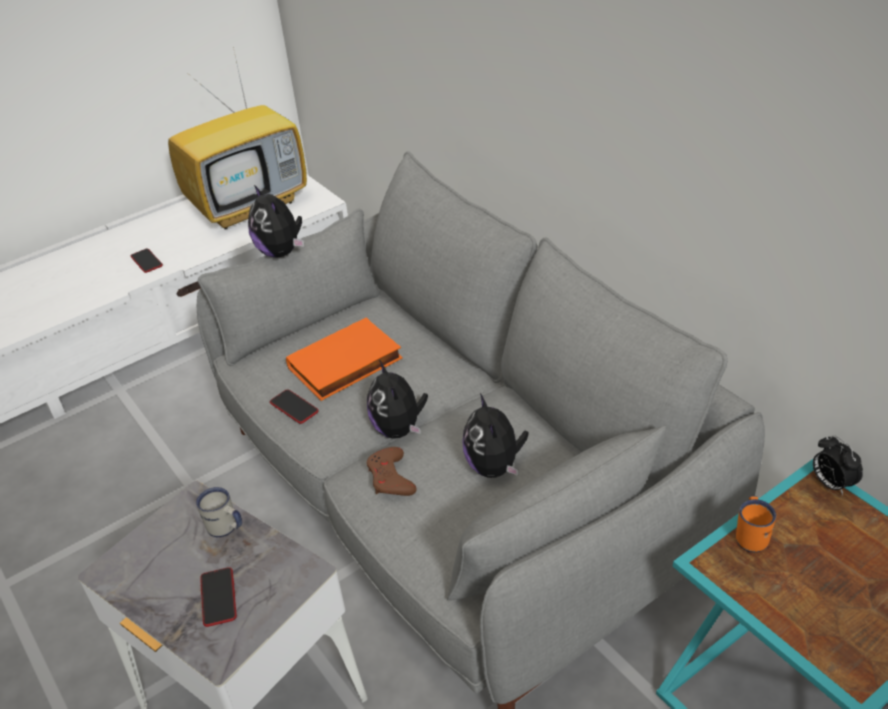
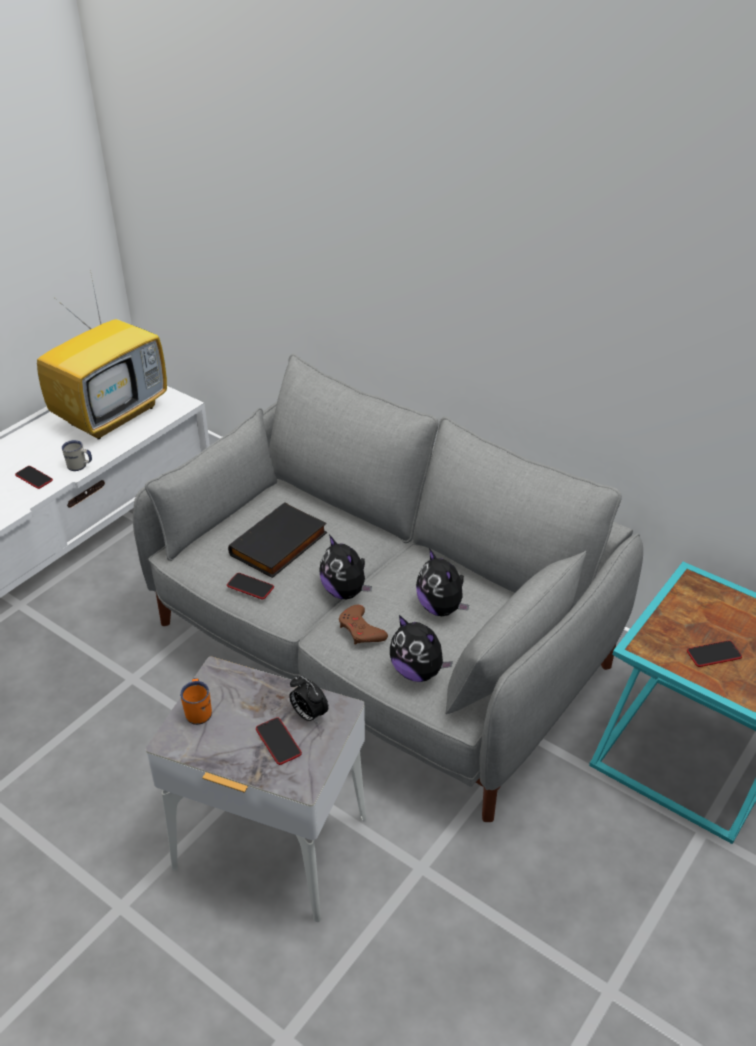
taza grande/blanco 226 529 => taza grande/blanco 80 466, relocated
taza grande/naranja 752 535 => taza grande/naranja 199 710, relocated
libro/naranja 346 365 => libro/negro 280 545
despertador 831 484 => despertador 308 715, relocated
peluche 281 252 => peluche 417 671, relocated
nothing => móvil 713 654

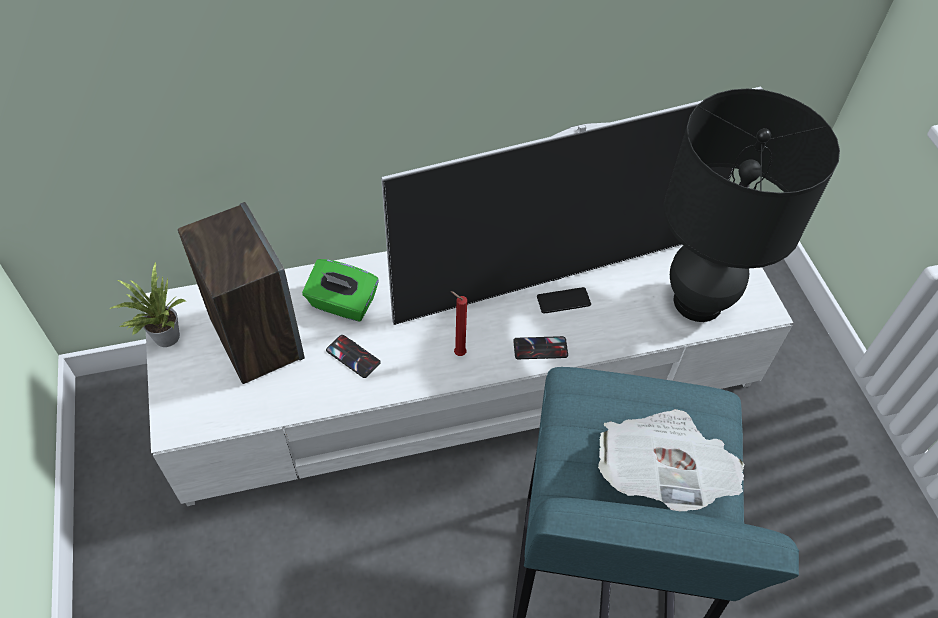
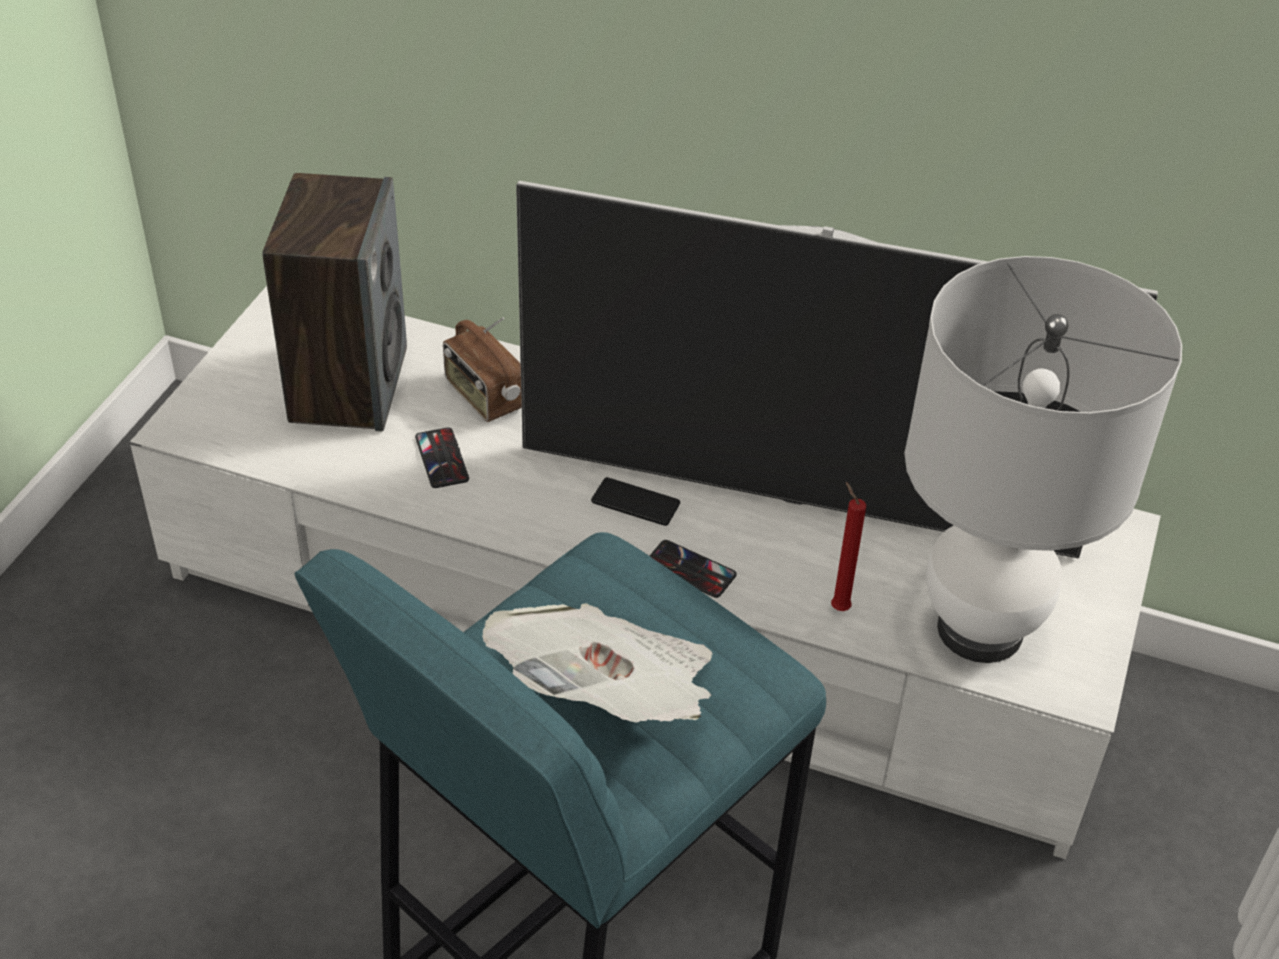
caja de pañuelos/verde 342 304 => radio 484 397
móvil 563 301 => móvil 635 503, relocated
vela/rojo 458 353 => vela/rojo 837 607, relocated
lámpara de mesa/negro 697 302 => lámpara de mesa/blanco 979 630
planta en maceta 163 337 => nothing

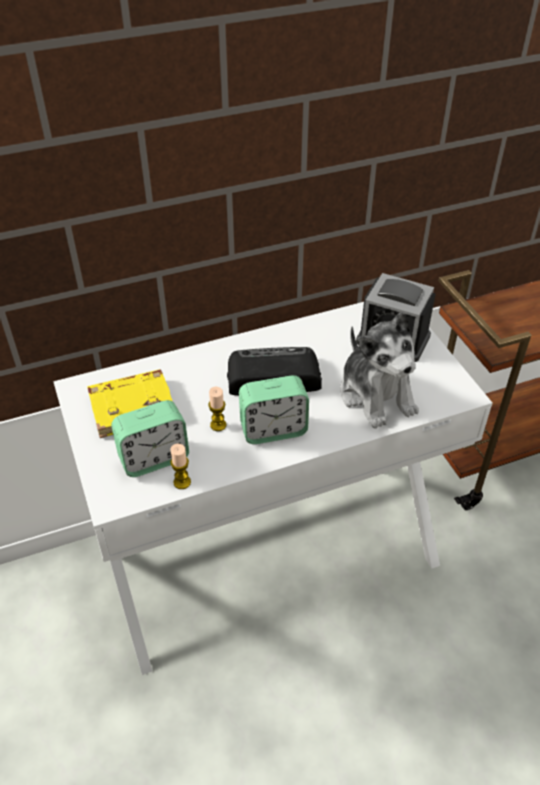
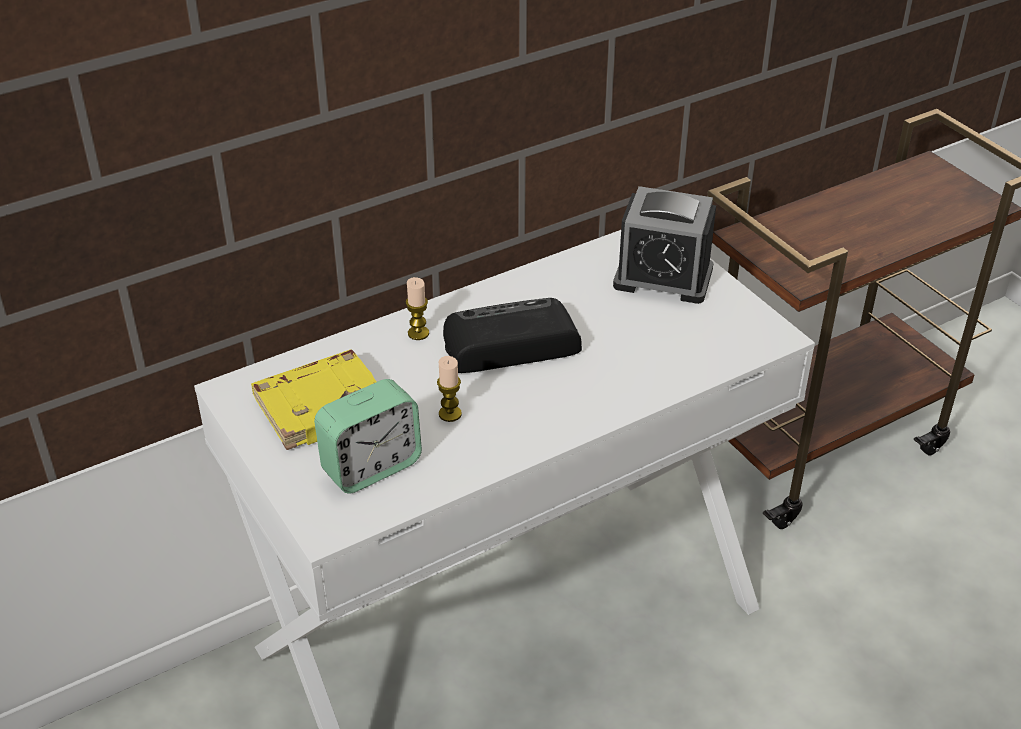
vela 182 482 => vela 418 333, relocated
despertador 273 430 => nothing
peluche 376 395 => nothing

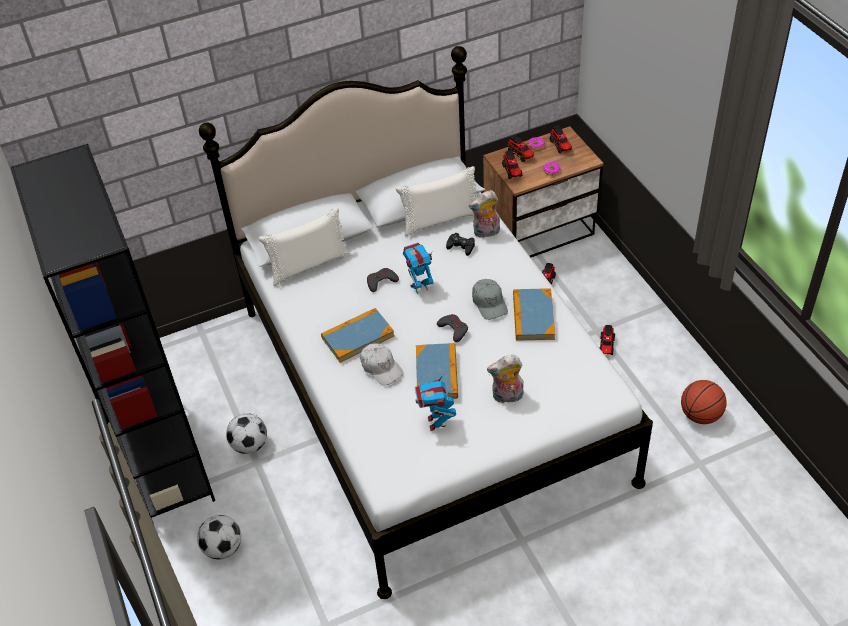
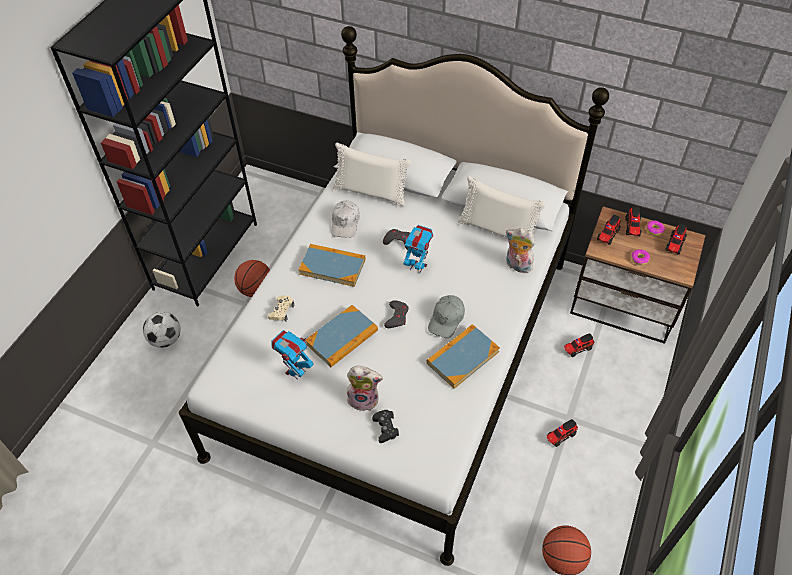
balón de fútbol 250 445 => balón de baloncesto 256 289
nothing => mando de consola/beis 281 311
gorra/blanco 381 367 => gorra/blanco 345 223, relocated
peluche 507 397 => peluche 364 399, 150 degrees clockwise
mando de consola/negro 461 246 => mando de consola/negro 385 428, relocated

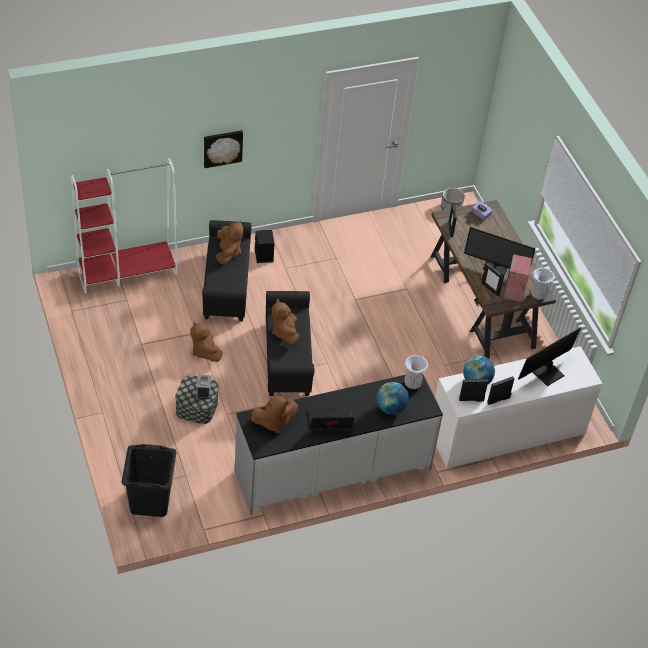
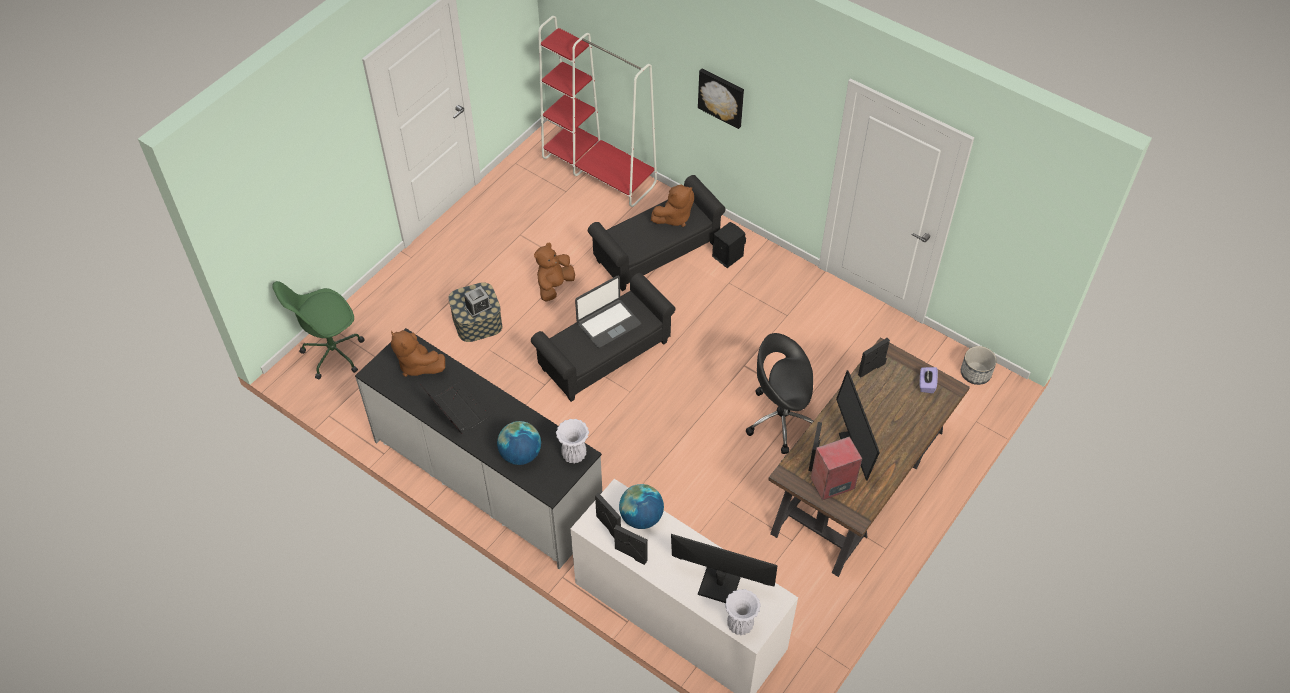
cesto de la ropa/negro 150 501 => silla de oficina/verde 332 354
peluche/marrón 285 332 => portátil 608 323
florero/blanco 538 295 => florero/blanco 739 625, relocated
nothing => silla de oficina/negro 779 419

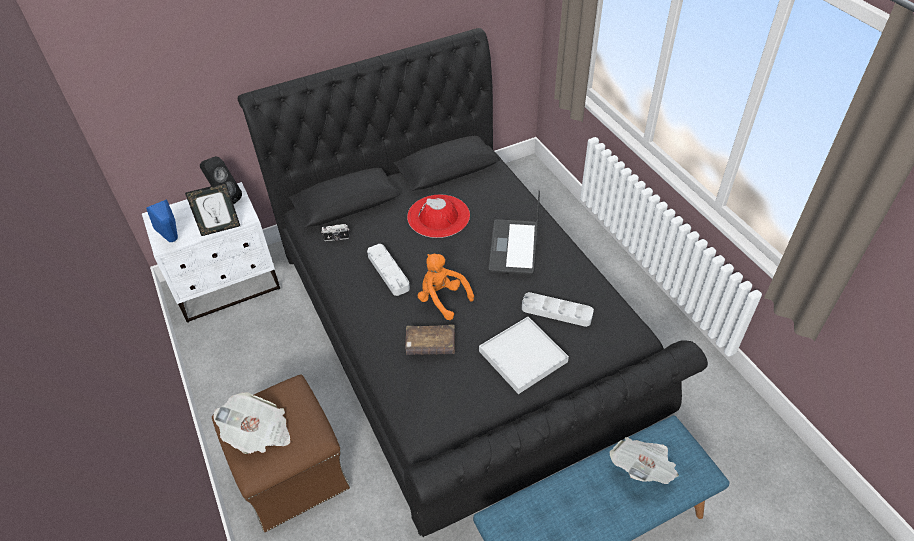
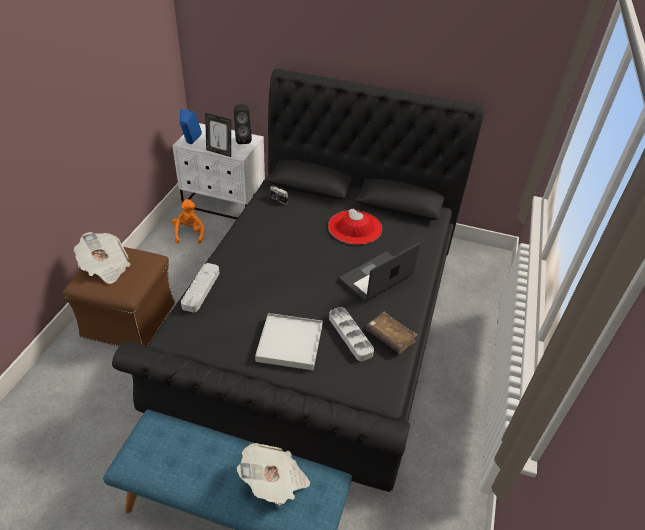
peluche/naranja 442 299 => peluche/naranja 189 233, relocated
bandeja/gris 388 272 => bandeja/gris 201 289, relocated
libro/marrón 430 345 => libro/marrón 390 337, relocated

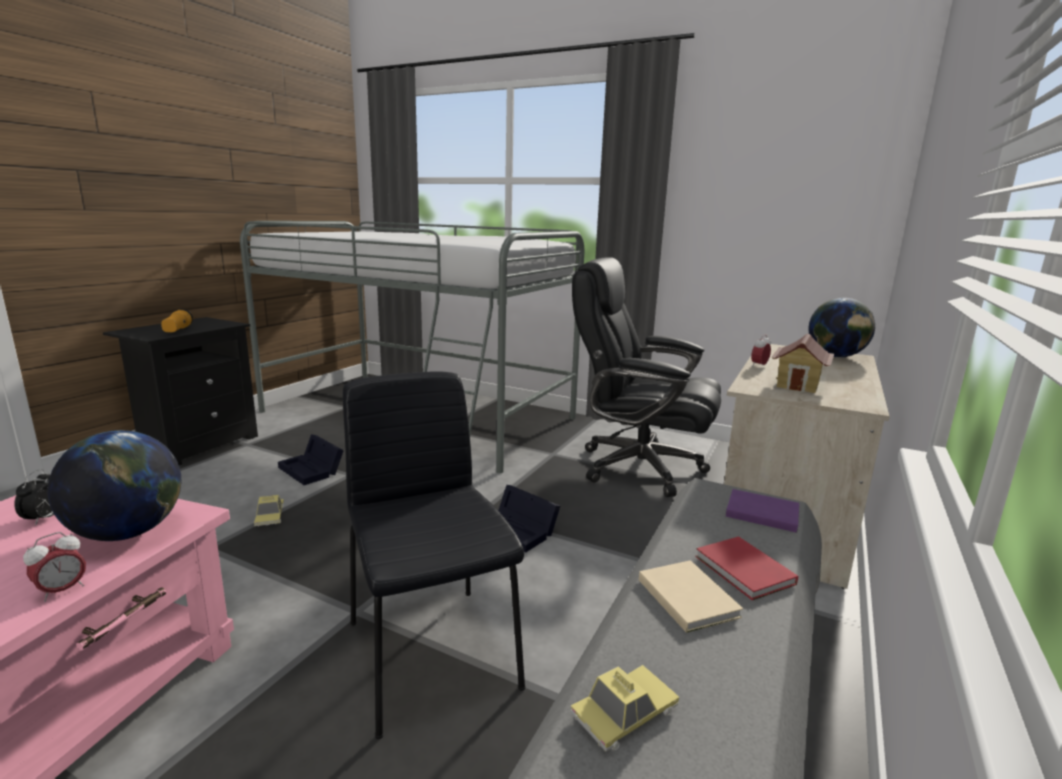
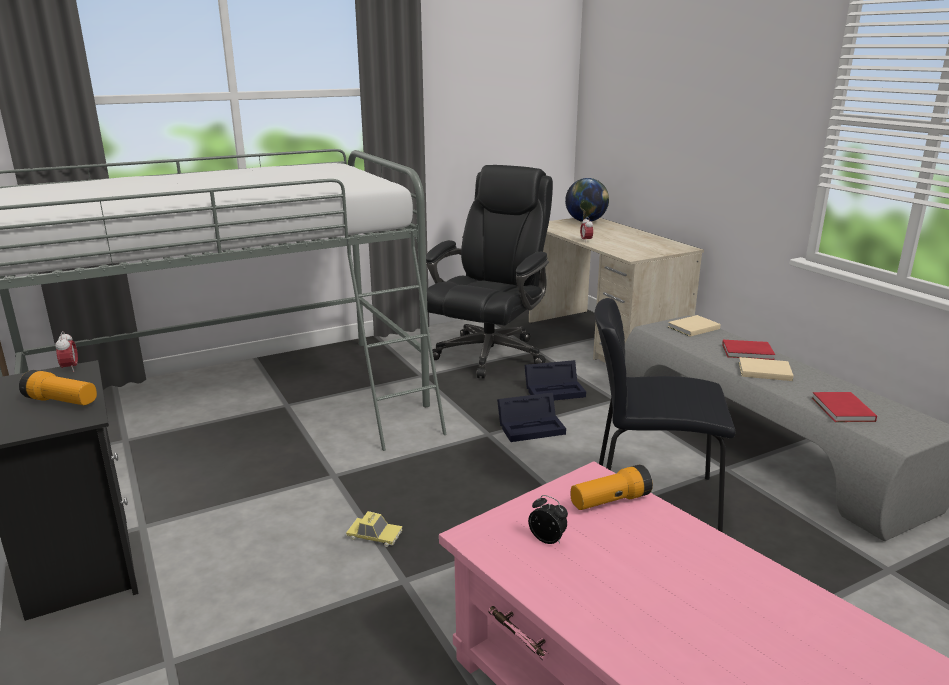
despertador 62 591 => despertador 70 368, relocated
silla de oficina/negro 640 467 => silla de oficina/negro 489 355, 150 degrees clockwise
caja de almacenaje/negro 312 470 => caja de almacenaje/negro 555 390, relocated
globo terráqueo 128 533 => linterna 609 501
libro/morado 760 512 => libro/beis 692 328
coche de juguete 624 714 => libro/rojo 842 410
casita 798 385 => nothing

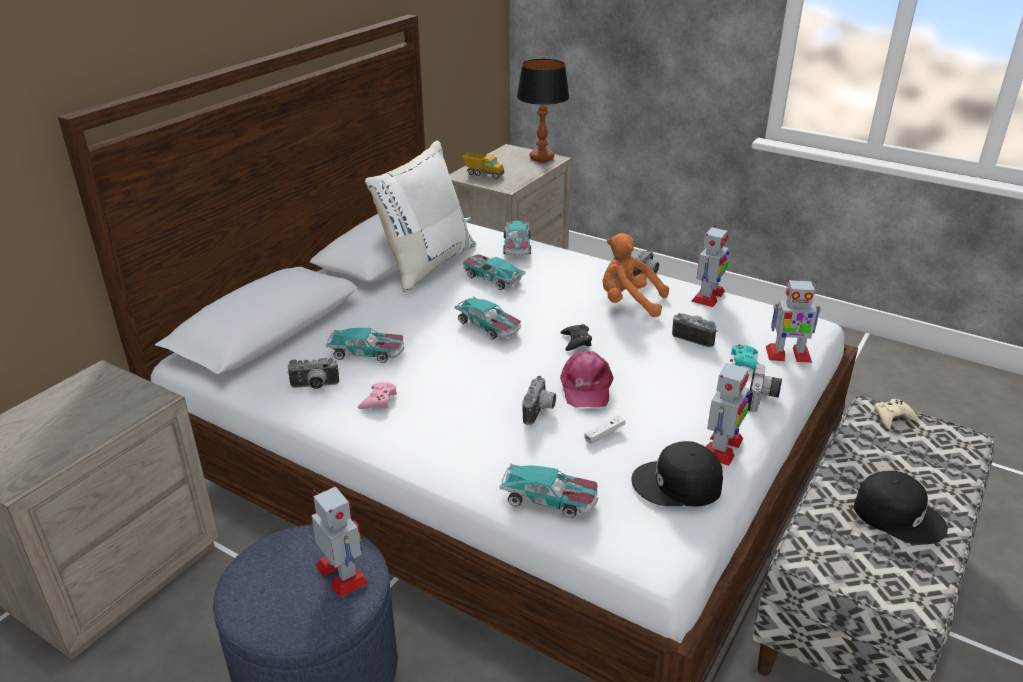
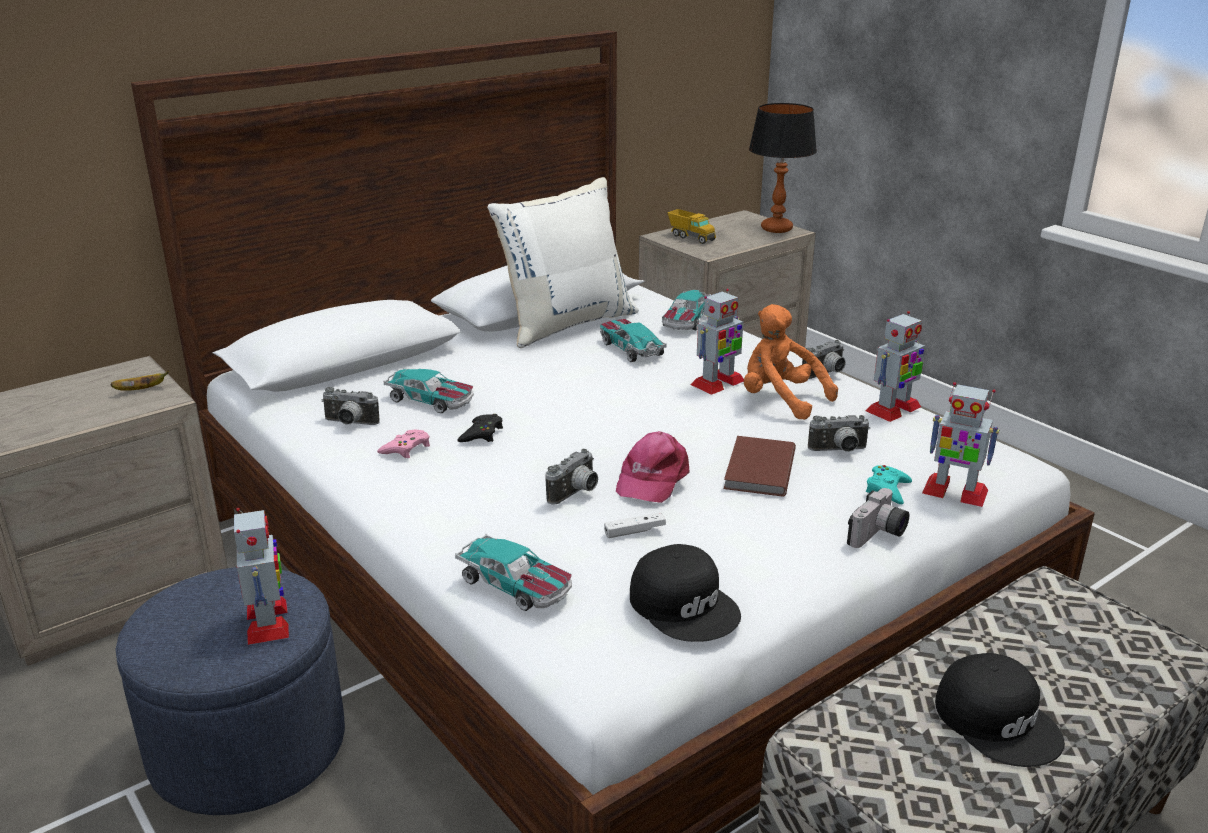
nothing => plátano 141 389
mando de consola/negro 576 341 => mando de consola/negro 481 434, relocated
gorra/negro 678 484 => gorra/negro 685 605, 150 degrees counterclockwise
robot de juguete 722 448 => robot de juguete 717 383, relocated
nothing => libro/marrón 757 470
cámara 694 337 => cámara 839 451, 120 degrees clockwise
coche de juguete 489 326 => nothing
mando de consola/beis 892 417 => nothing

